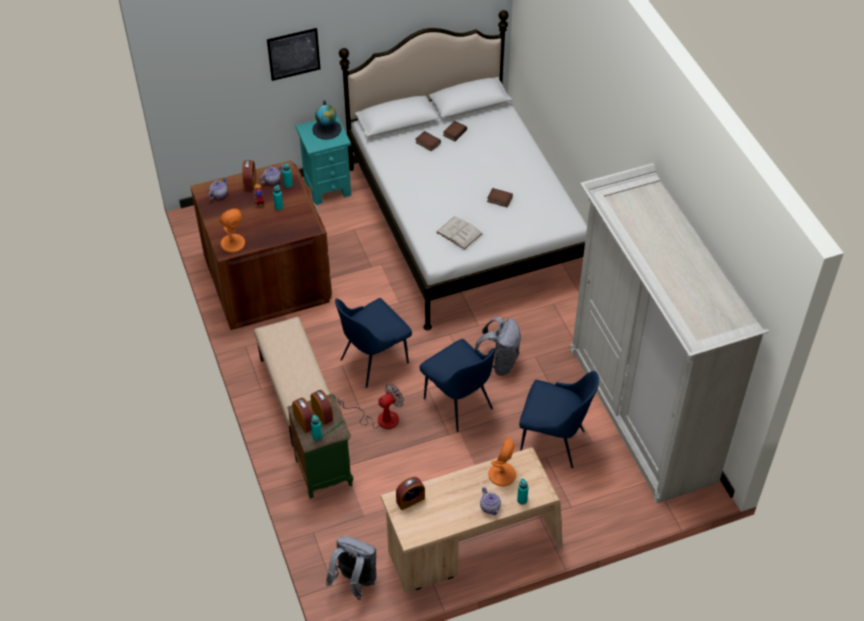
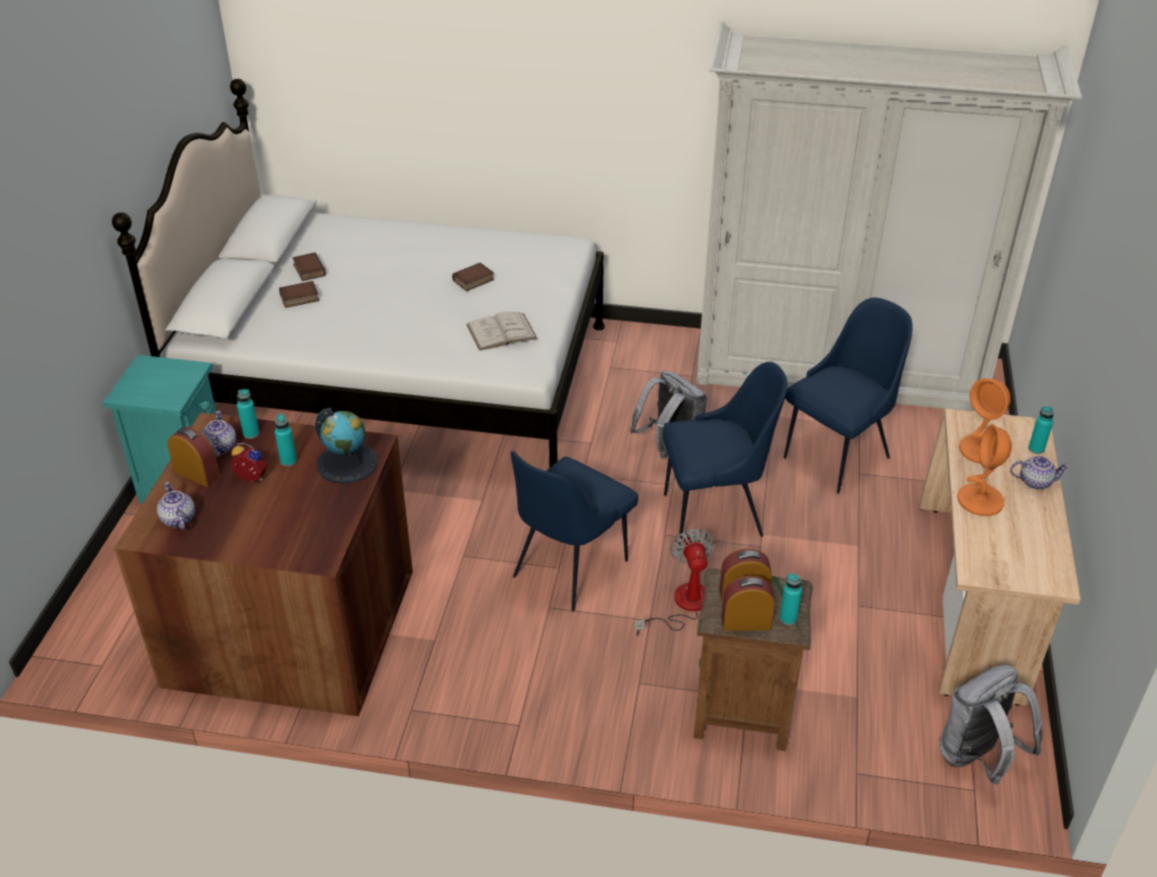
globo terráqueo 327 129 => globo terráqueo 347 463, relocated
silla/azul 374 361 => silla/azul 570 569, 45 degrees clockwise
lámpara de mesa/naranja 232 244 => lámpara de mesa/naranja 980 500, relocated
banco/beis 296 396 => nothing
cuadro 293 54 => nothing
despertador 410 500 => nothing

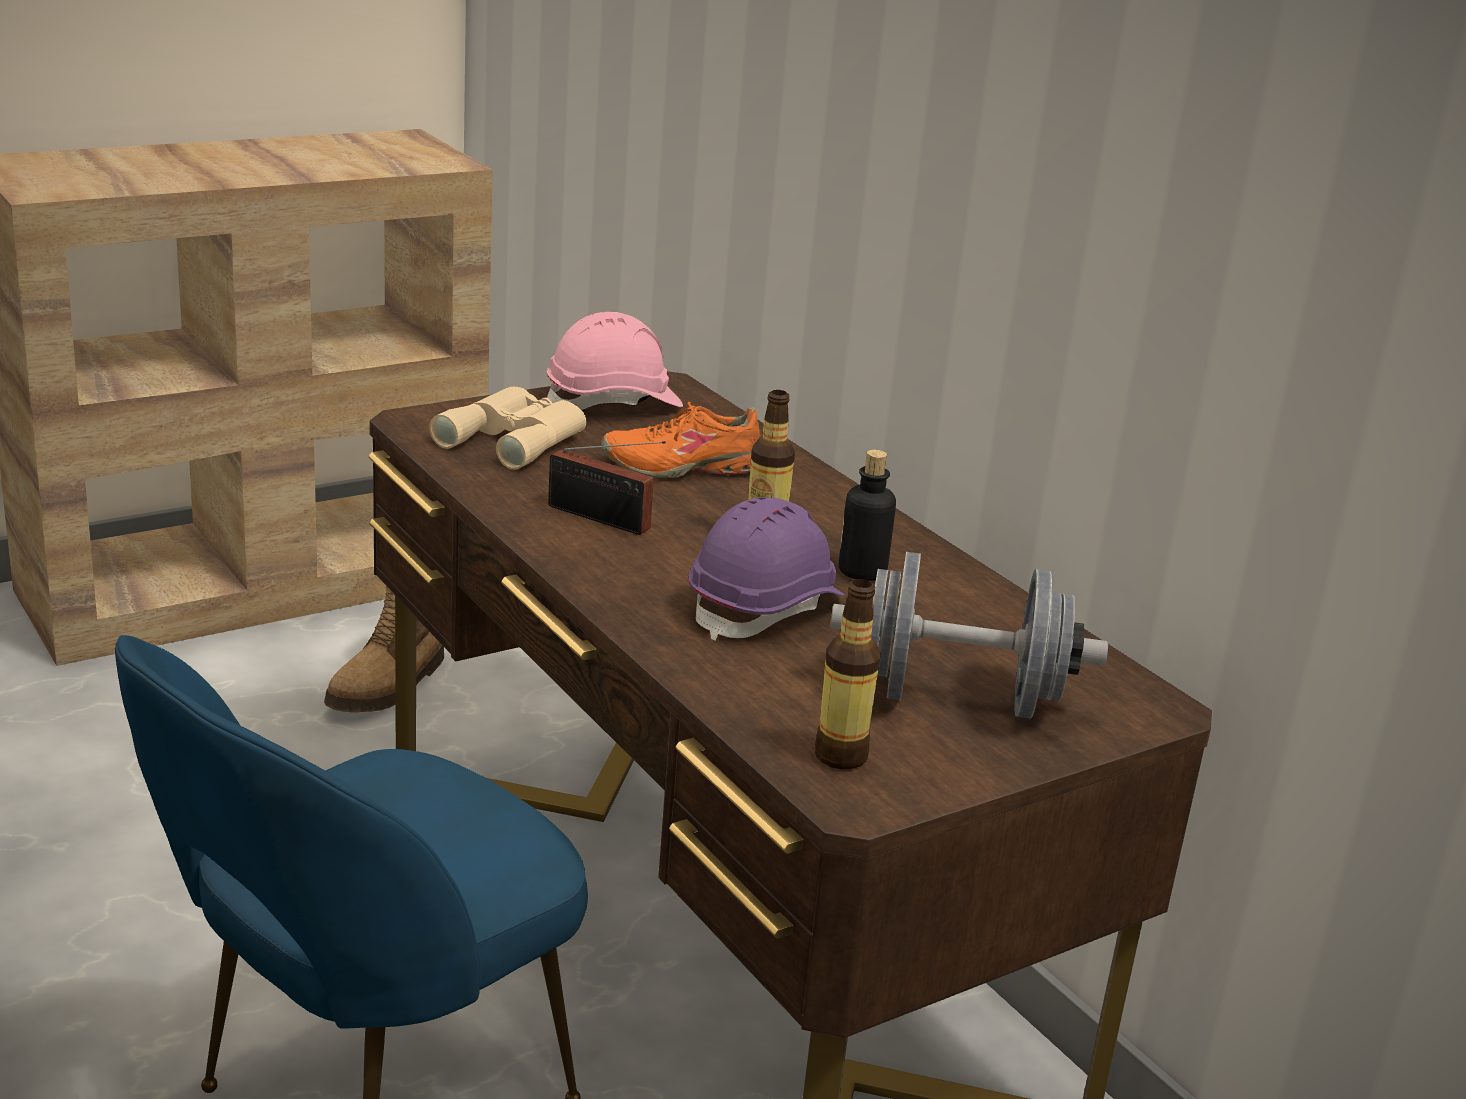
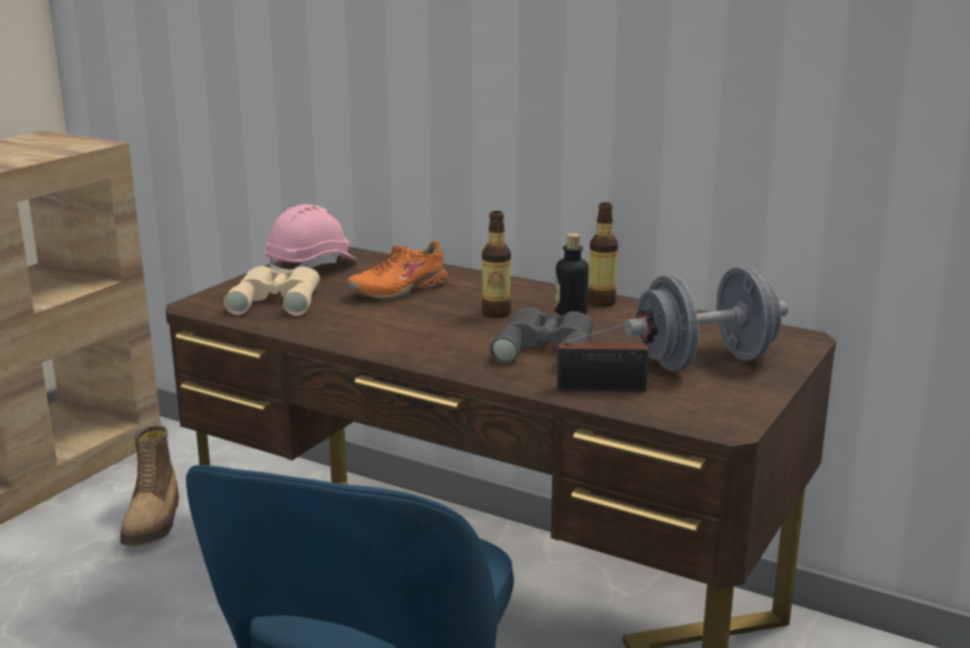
casco/morado 766 609 => prismáticos/gris 546 347
radio 603 520 => radio 606 389, relocated
botella 840 756 => botella 601 302, relocated

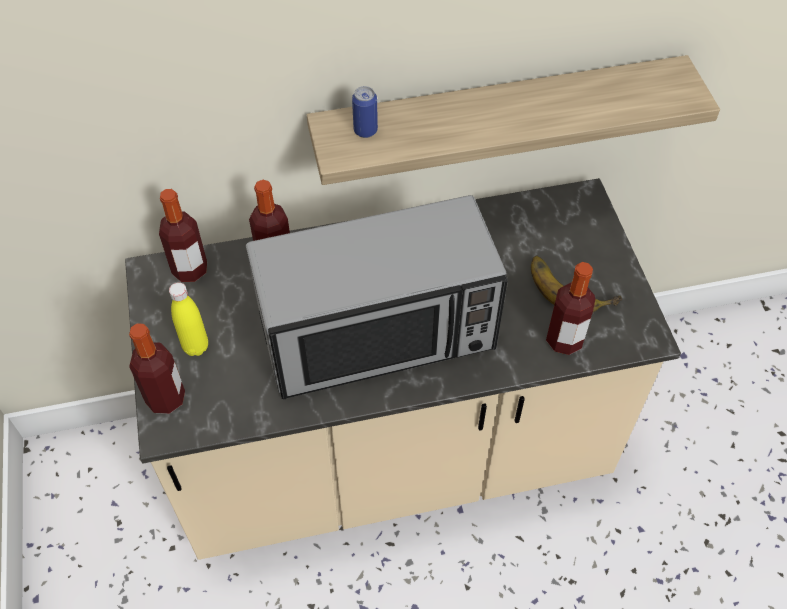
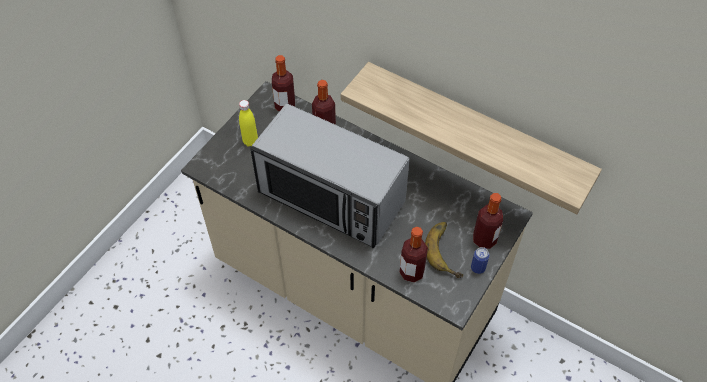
lata 365 130 => lata 478 268, relocated
botella 166 398 => botella 484 240, relocated

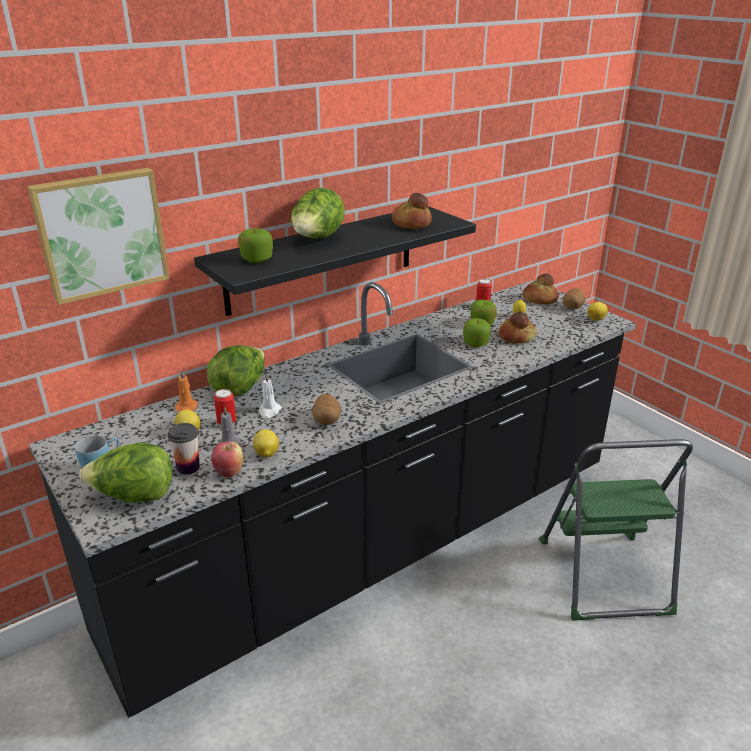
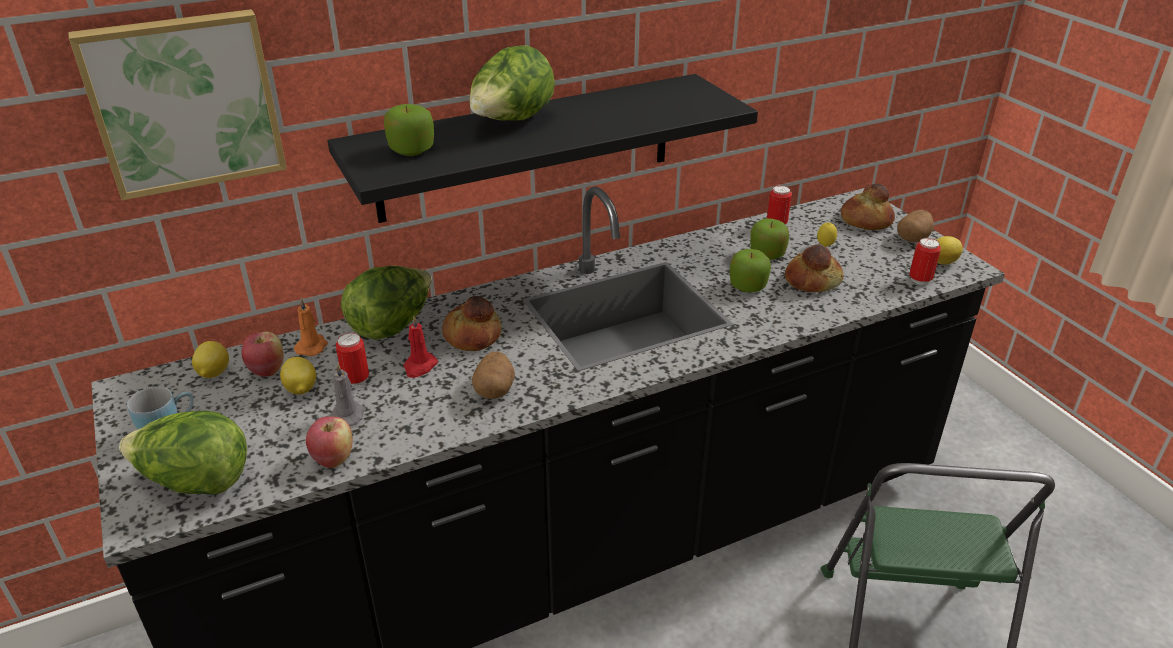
limón 266 454 => limón 213 373, relocated
nothing => manzana 267 370
vela/blanco 269 411 => vela/rojo 419 367
pan 411 224 => pan 472 335, relocated
nothing => lata 920 280
taza 188 467 => nothing

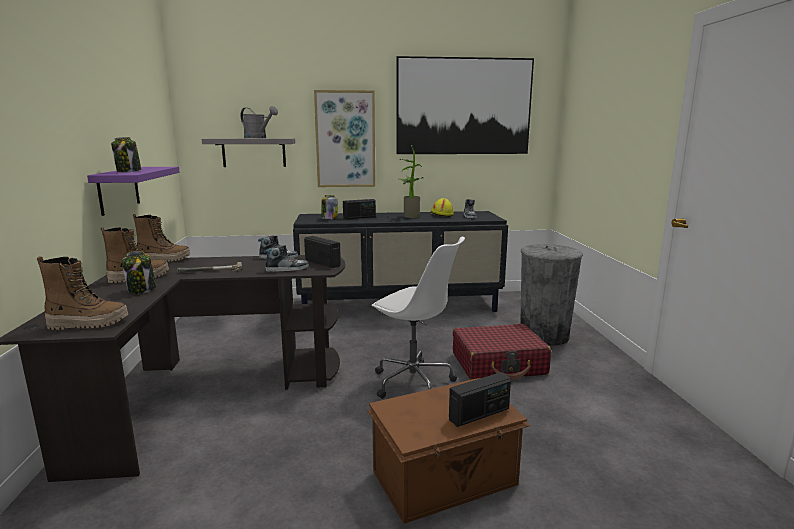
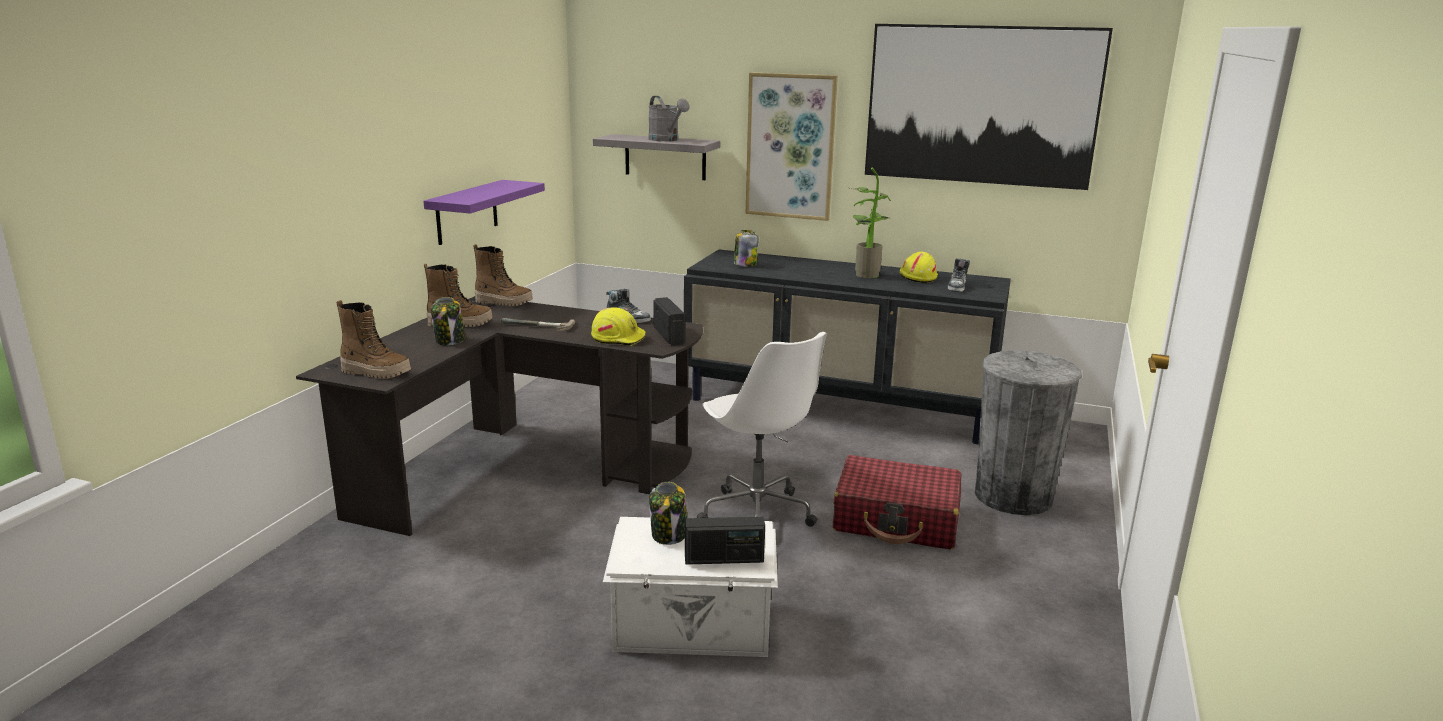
zapato 287 269 => casco/amarillo 618 338
caja de almacenaje/marrón 446 479 => caja de almacenaje/blanco 693 627
tarro 129 171 => tarro 669 535, relocated
radio 359 217 => nothing

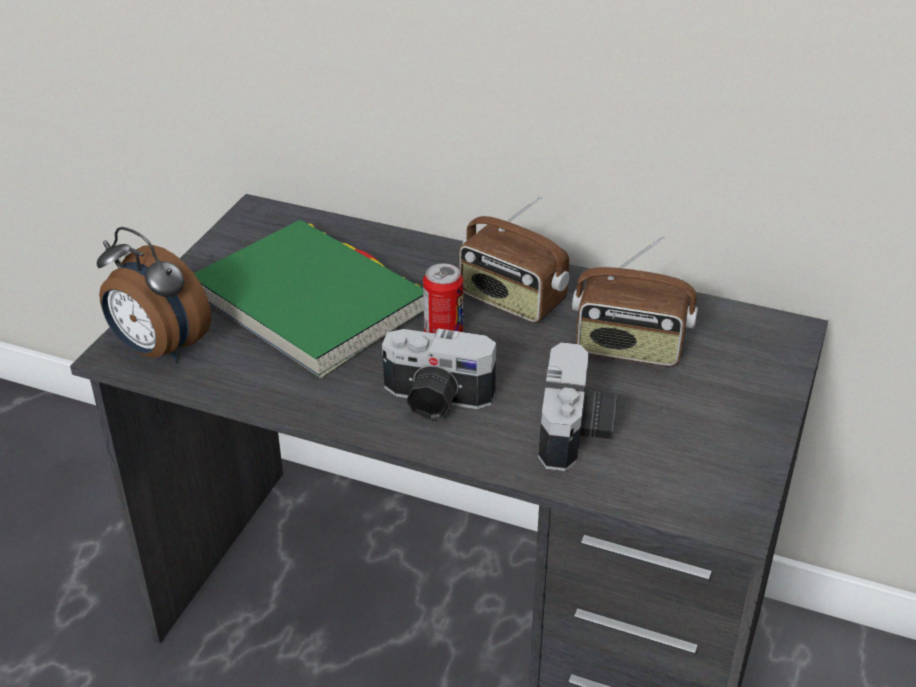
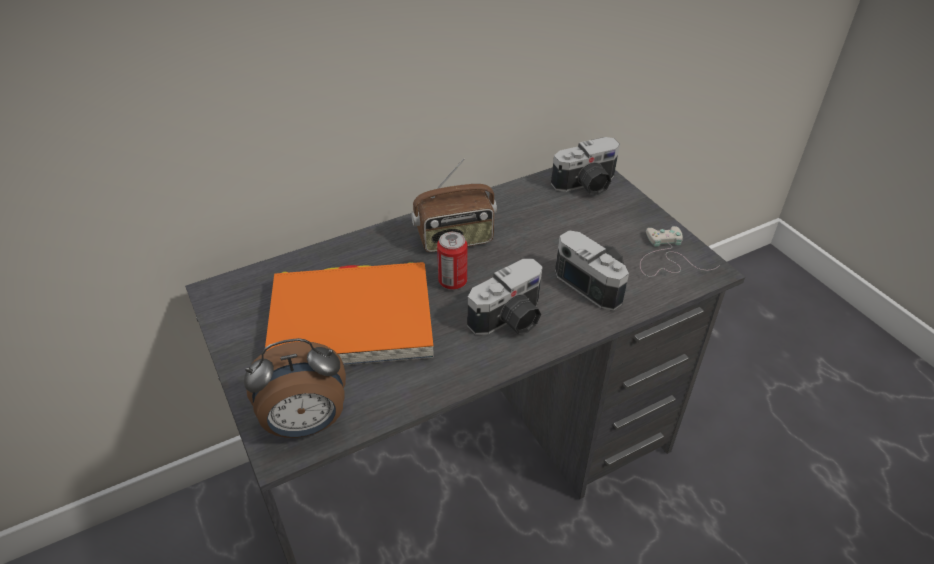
libro/verde 311 303 => libro/naranja 352 321
nothing => cámara 587 185
nothing => mando de consola/blanco 666 257
radio 629 348 => nothing

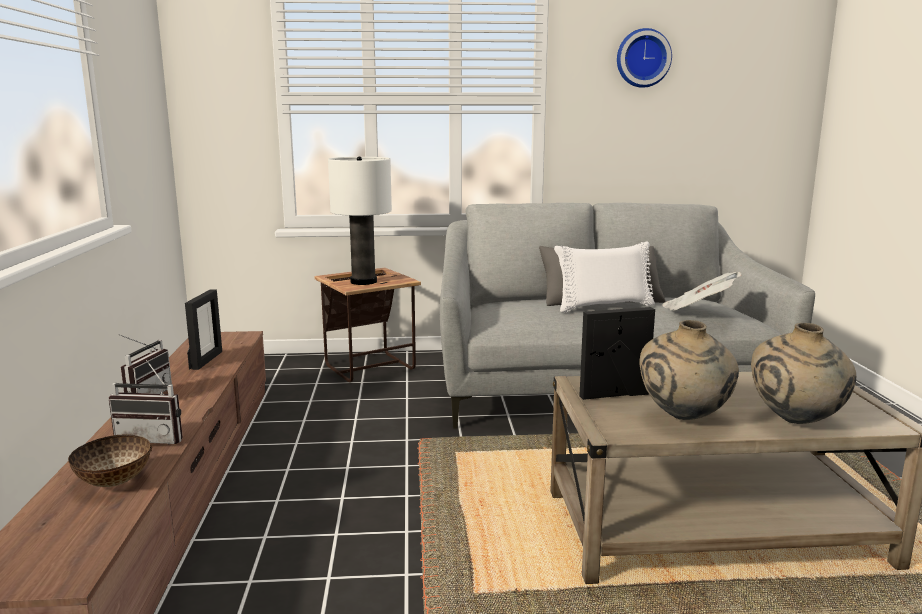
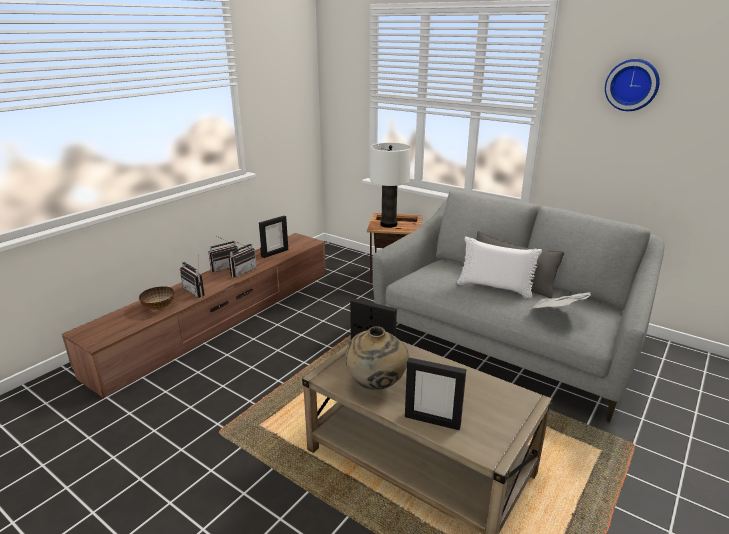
nothing => radio 241 271
florero/beis 796 422 => portarretratos 432 420

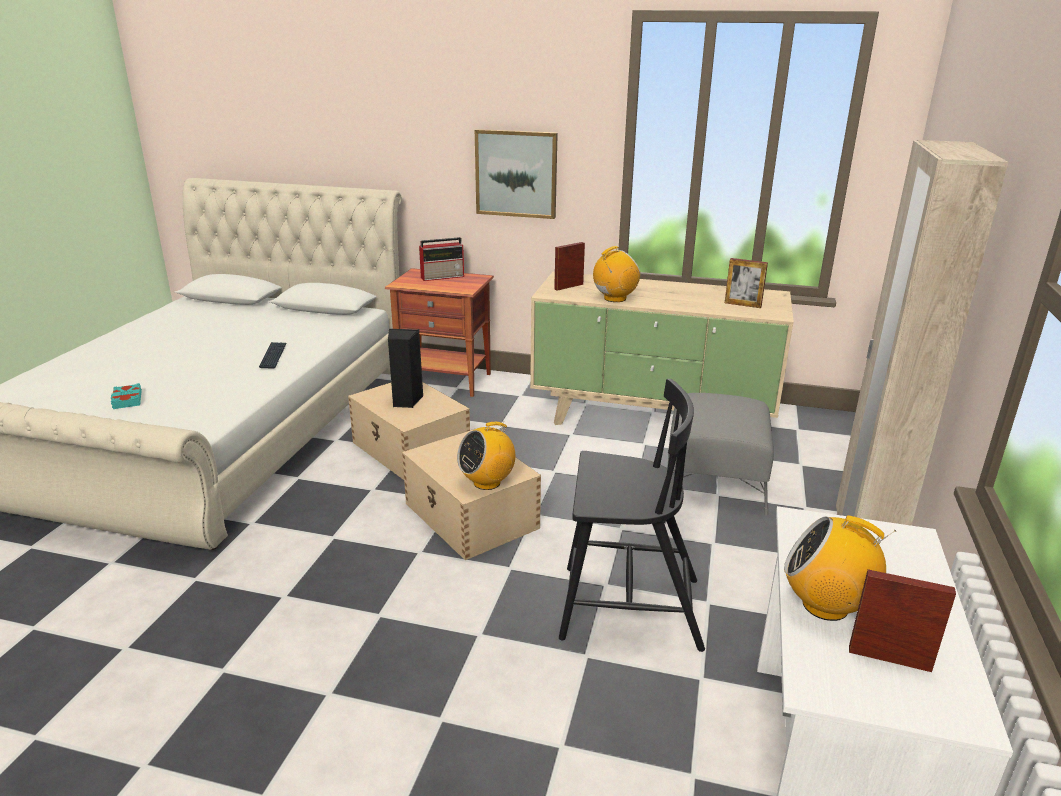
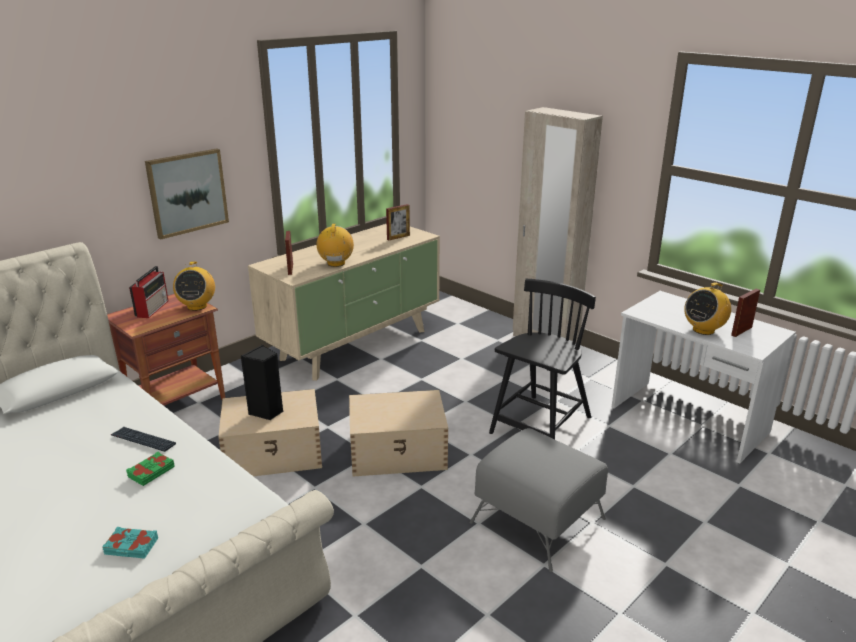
nothing => libro/verde 151 472
radio 487 482 => radio 197 306, relocated
puf/gris 713 482 => puf/gris 538 521, relocated

